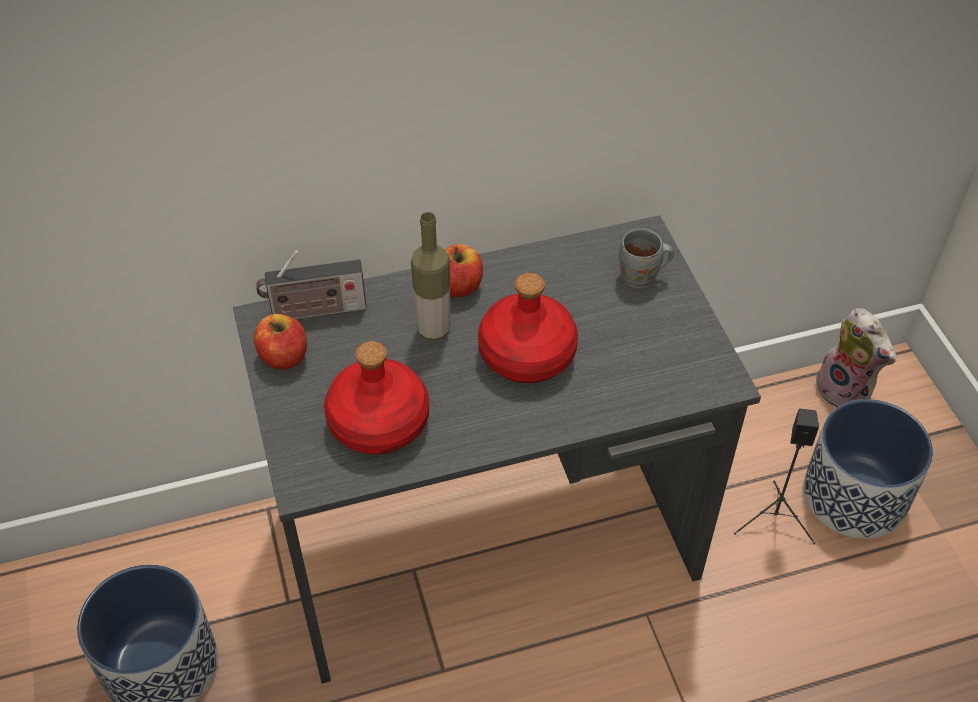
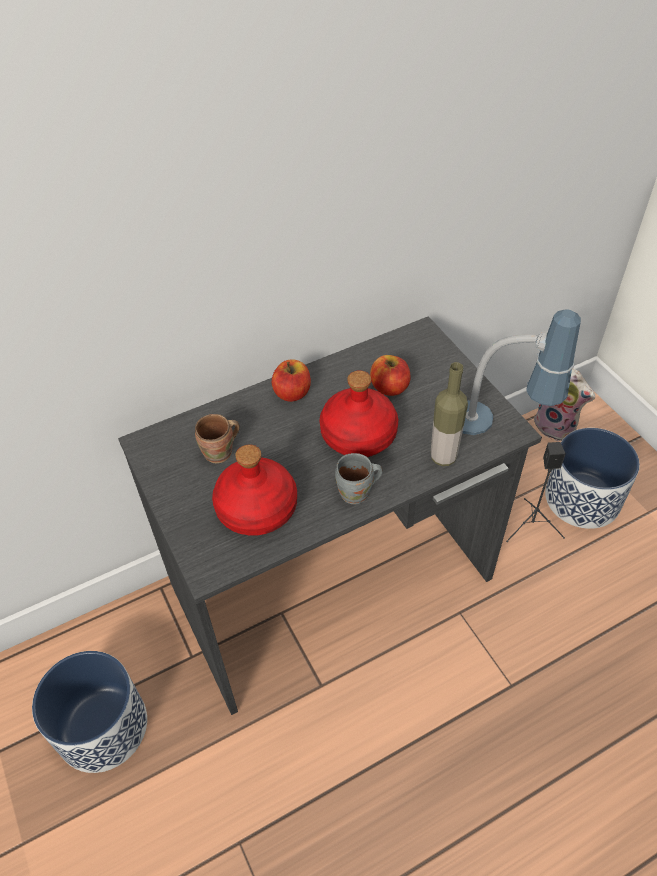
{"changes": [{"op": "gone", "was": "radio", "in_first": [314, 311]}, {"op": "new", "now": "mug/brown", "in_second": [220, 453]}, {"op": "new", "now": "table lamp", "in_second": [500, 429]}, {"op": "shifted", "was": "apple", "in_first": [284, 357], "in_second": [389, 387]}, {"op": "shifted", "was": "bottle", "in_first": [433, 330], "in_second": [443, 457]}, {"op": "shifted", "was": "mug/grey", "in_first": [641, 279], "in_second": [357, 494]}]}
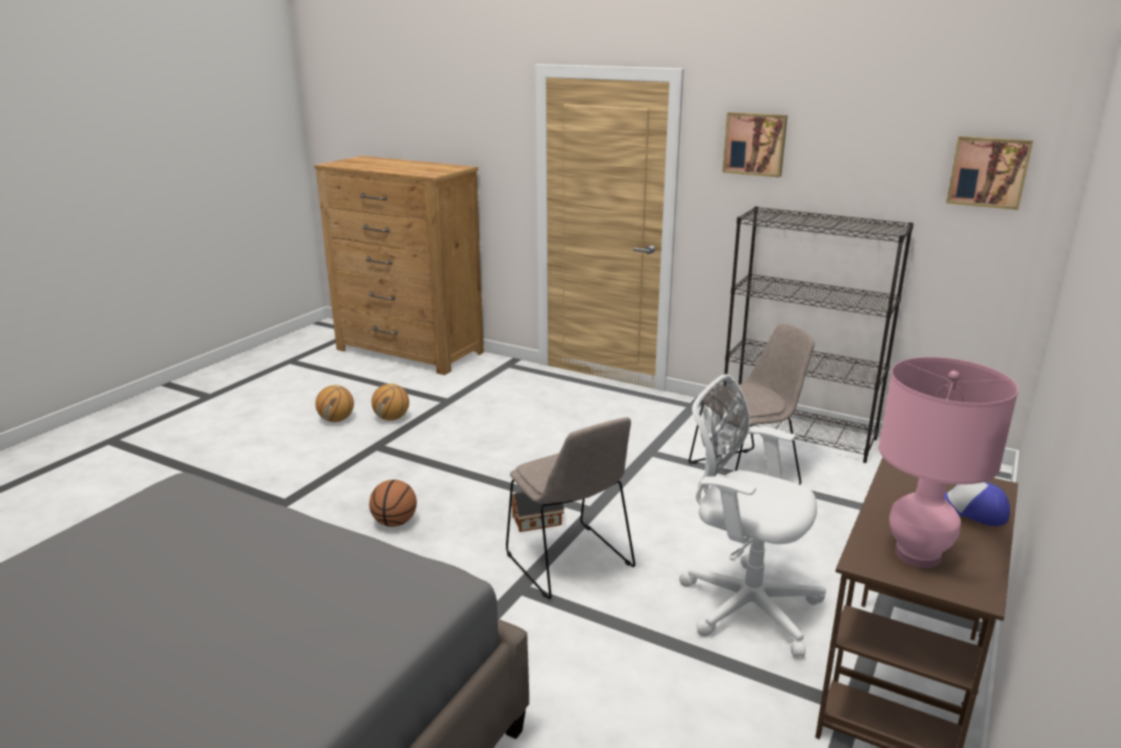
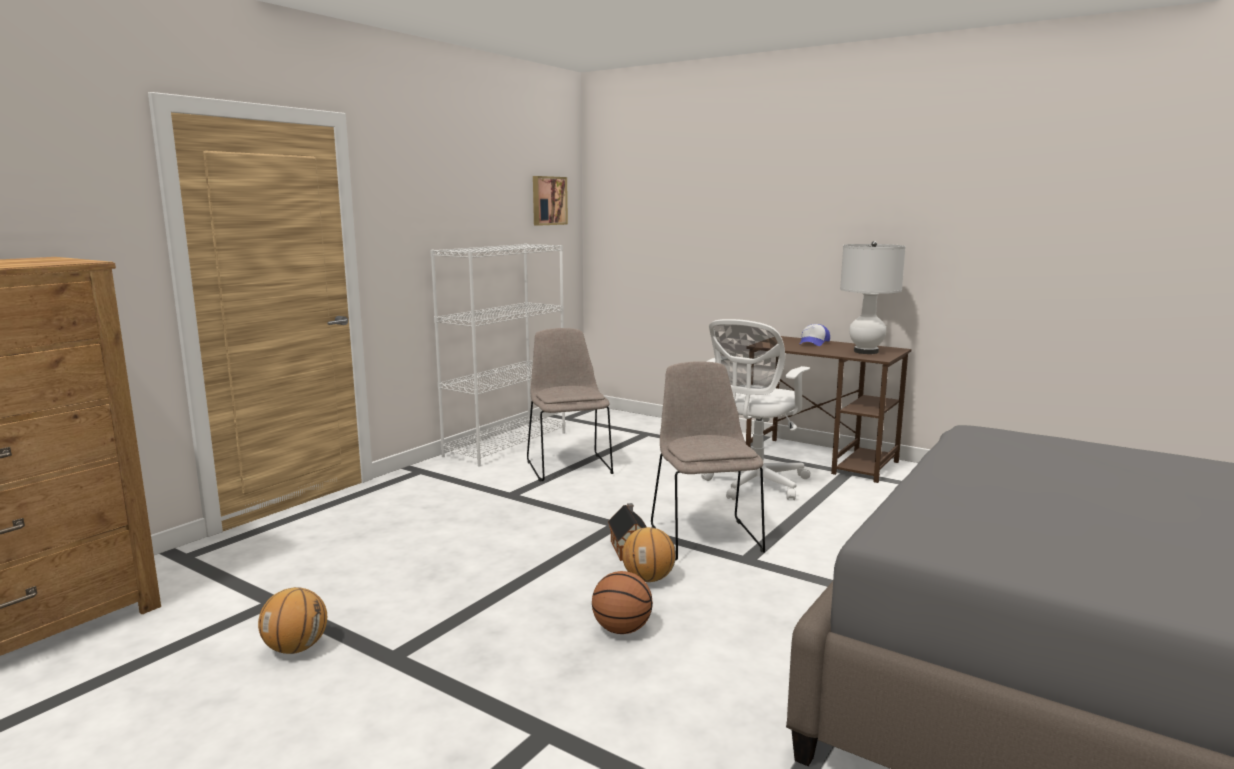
{"changes": [{"op": "gone", "was": "picture", "in_first": [755, 144]}, {"op": "shifted", "was": "basketball", "in_first": [337, 420], "in_second": [648, 579]}, {"op": "repainted", "was": "bookcase/black", "now": "bookcase/white", "in_first": [798, 434], "in_second": [506, 444]}, {"op": "repainted", "was": "table lamp/pink", "now": "table lamp/white", "in_first": [917, 555], "in_second": [865, 352]}, {"op": "rotated", "was": "chair/beige", "in_first": [571, 563], "in_second": [705, 537], "clockwise": -75}]}
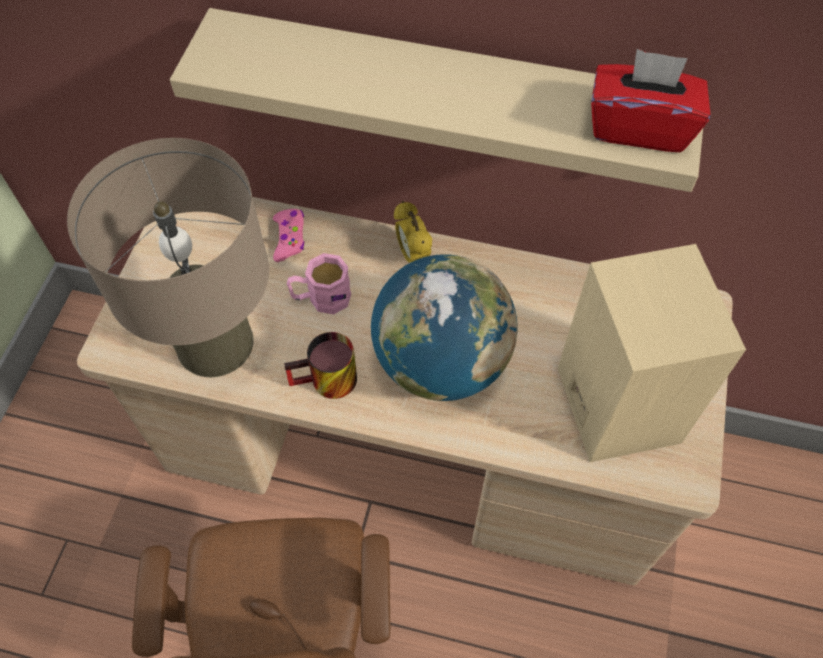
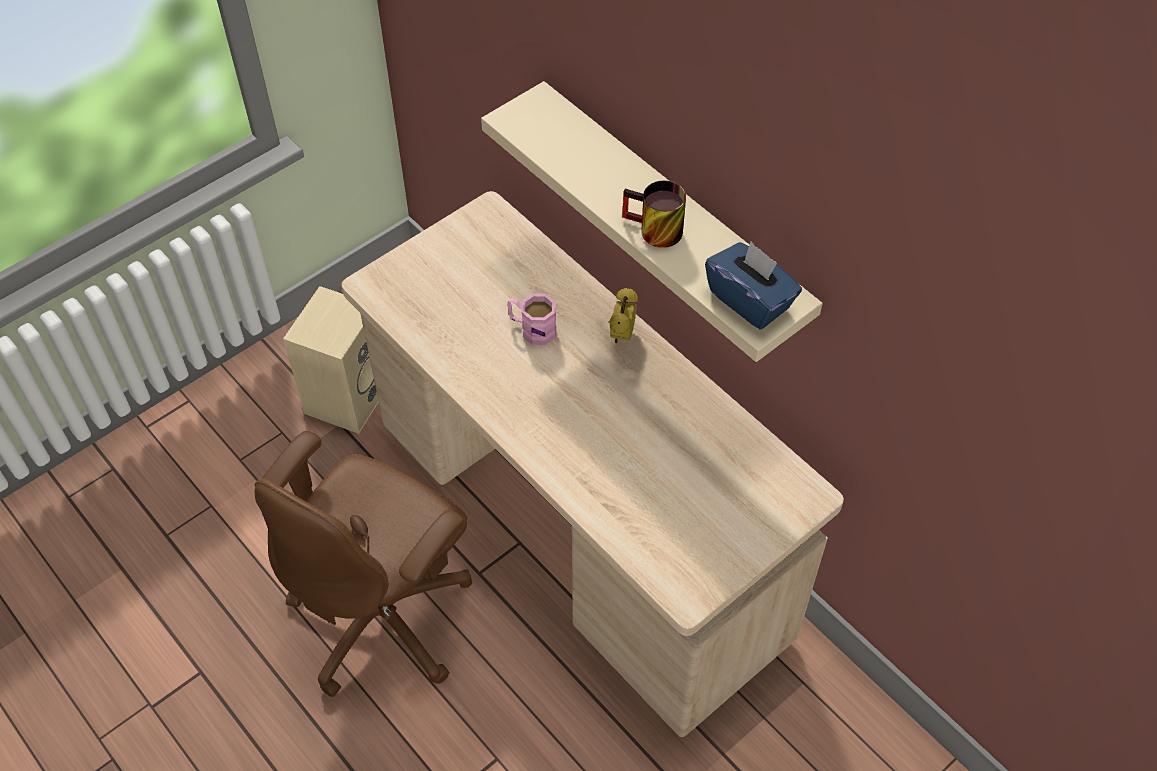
{"changes": [{"op": "gone", "was": "table lamp/beige", "in_first": [215, 343]}, {"op": "gone", "was": "game controller/pink", "in_first": [289, 238]}, {"op": "gone", "was": "globe", "in_first": [441, 362]}, {"op": "shifted", "was": "mug", "in_first": [327, 384], "in_second": [653, 232]}, {"op": "shifted", "was": "speaker/beige", "in_first": [614, 402], "in_second": [347, 395]}, {"op": "repainted", "was": "tissue box/red", "now": "tissue box/blue", "in_first": [639, 127], "in_second": [750, 300]}]}
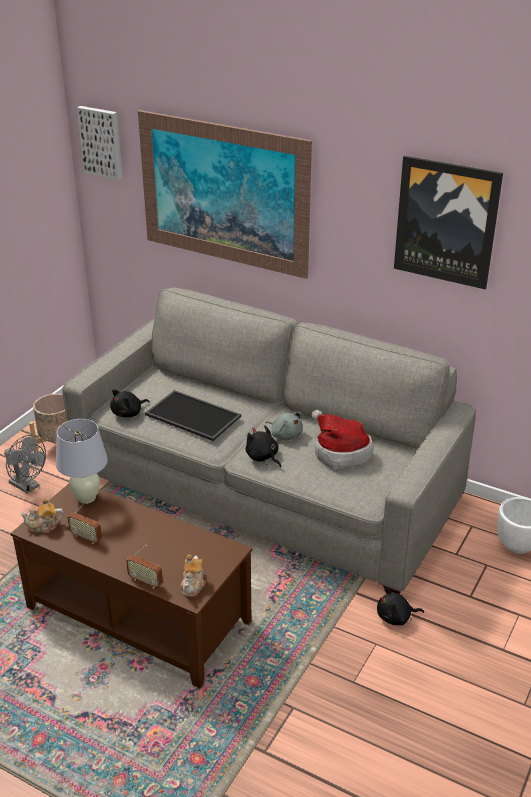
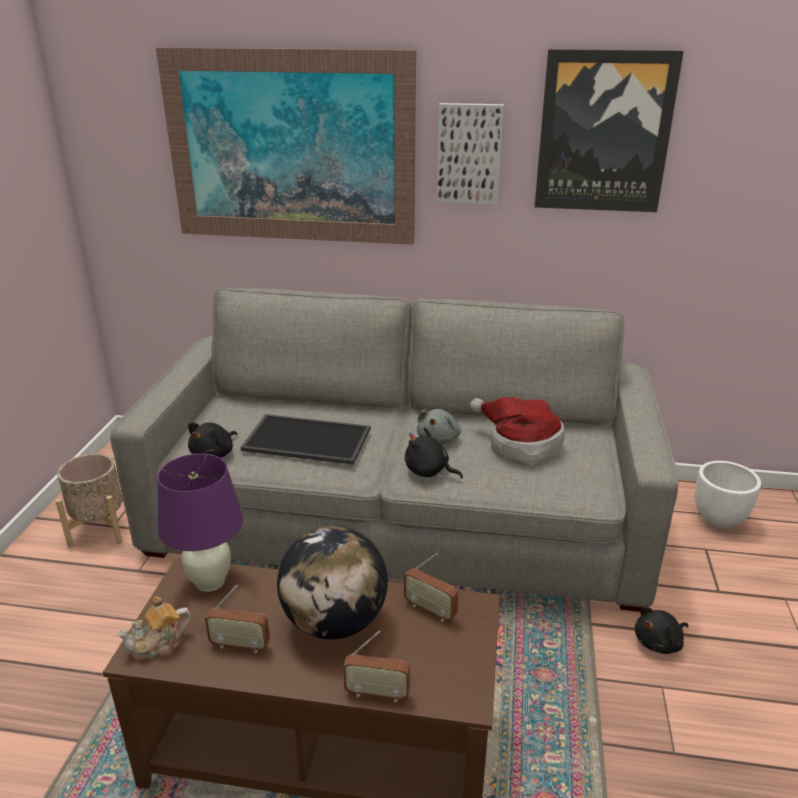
{"changes": [{"op": "gone", "was": "fan/grey", "in_first": [28, 486]}, {"op": "gone", "was": "teapot", "in_first": [193, 584]}, {"op": "new", "now": "globe", "in_second": [334, 622]}, {"op": "new", "now": "radio", "in_second": [430, 610]}, {"op": "shifted", "was": "picture", "in_first": [102, 142], "in_second": [469, 153]}, {"op": "repainted", "was": "table lamp/white", "now": "table lamp/purple", "in_first": [86, 497], "in_second": [210, 581]}, {"op": "rotated", "was": "plush toy/grey", "in_first": [285, 435], "in_second": [439, 439], "clockwise": 90}]}
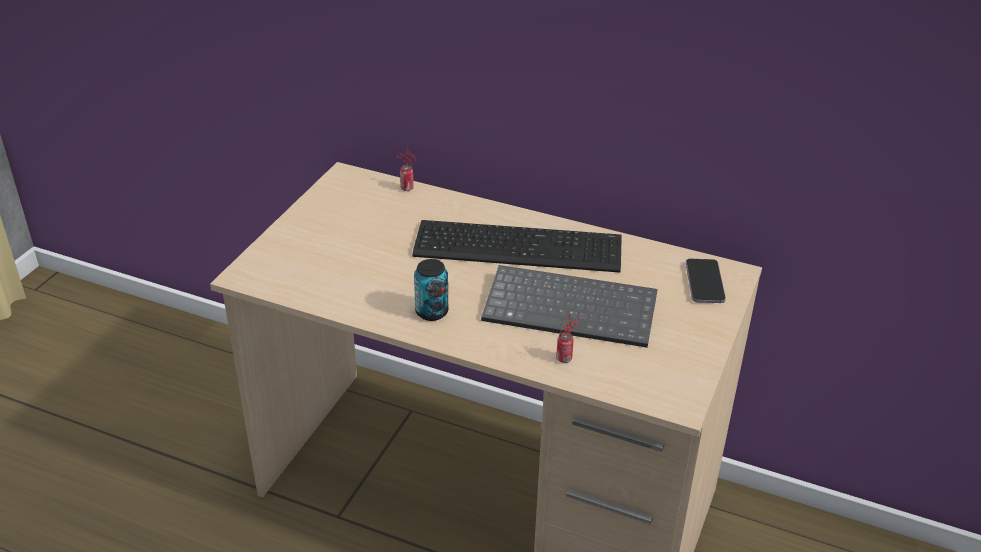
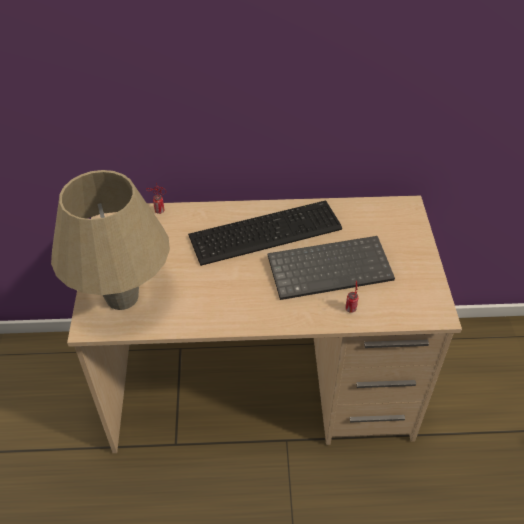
{"changes": [{"op": "gone", "was": "can", "in_first": [431, 312]}, {"op": "gone", "was": "phone", "in_first": [704, 283]}, {"op": "new", "now": "table lamp/beige", "in_second": [122, 297]}]}
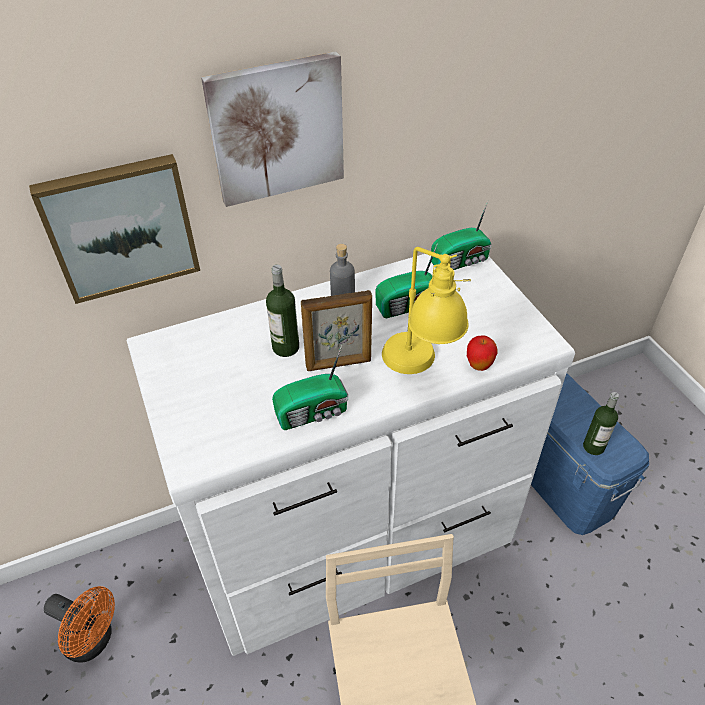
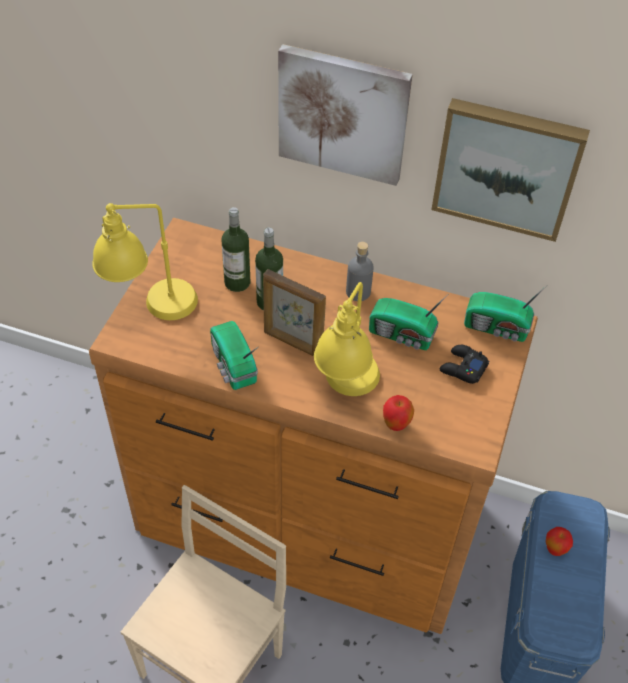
{"changes": [{"op": "gone", "was": "fan/orange", "in_first": [94, 641]}, {"op": "new", "now": "table lamp/yellow", "in_second": [151, 310]}, {"op": "new", "now": "game controller/black", "in_second": [463, 368]}, {"op": "new", "now": "apple", "in_second": [555, 549]}, {"op": "shifted", "was": "picture", "in_first": [120, 227], "in_second": [507, 167]}, {"op": "shifted", "was": "bottle", "in_first": [593, 447], "in_second": [237, 282]}, {"op": "repainted", "was": "dresser/white", "now": "dresser/brown", "in_first": [355, 535], "in_second": [308, 520]}, {"op": "rotated", "was": "radio", "in_first": [314, 413], "in_second": [233, 366], "clockwise": 45}]}
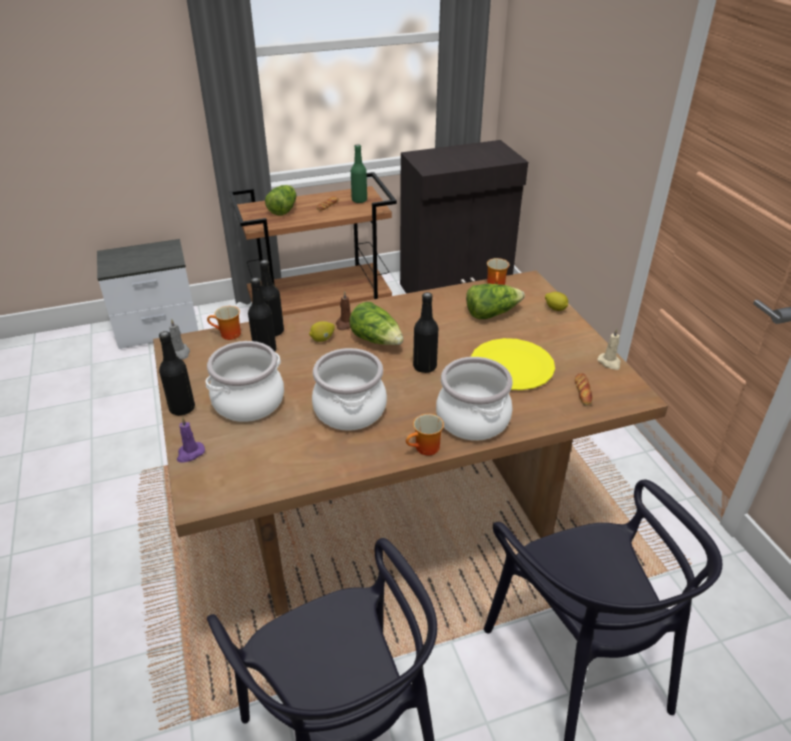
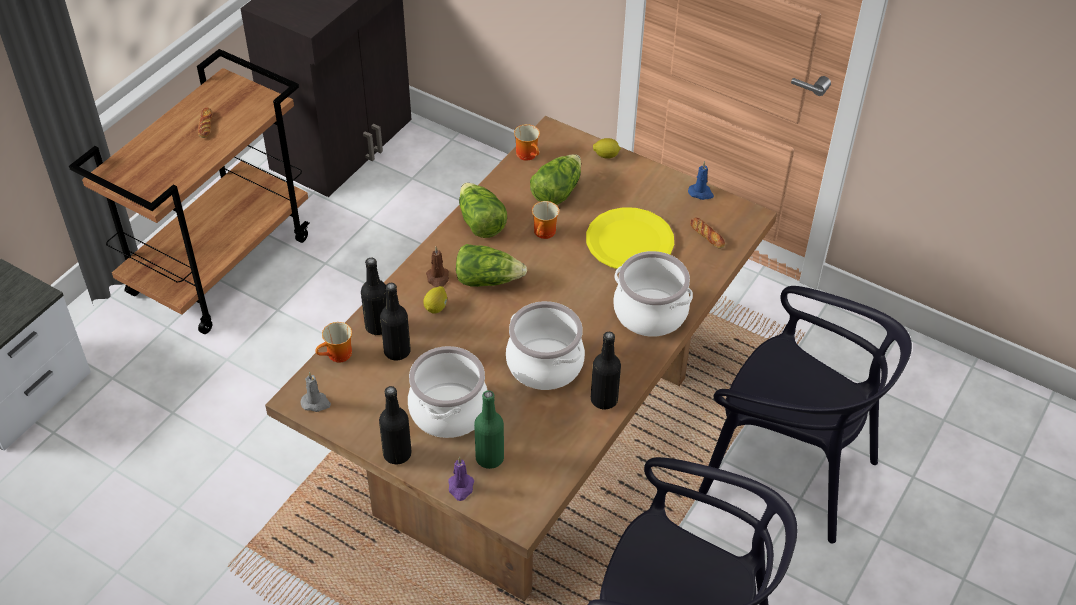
{"changes": [{"op": "shifted", "was": "lettuce", "in_first": [283, 209], "in_second": [480, 222]}, {"op": "shifted", "was": "bottle/green", "in_first": [359, 200], "in_second": [489, 458]}, {"op": "shifted", "was": "mug", "in_first": [426, 449], "in_second": [545, 233]}, {"op": "shifted", "was": "bottle/black", "in_first": [425, 367], "in_second": [604, 400]}, {"op": "repainted", "was": "candle/beige", "now": "candle/blue", "in_first": [609, 362], "in_second": [701, 193]}]}
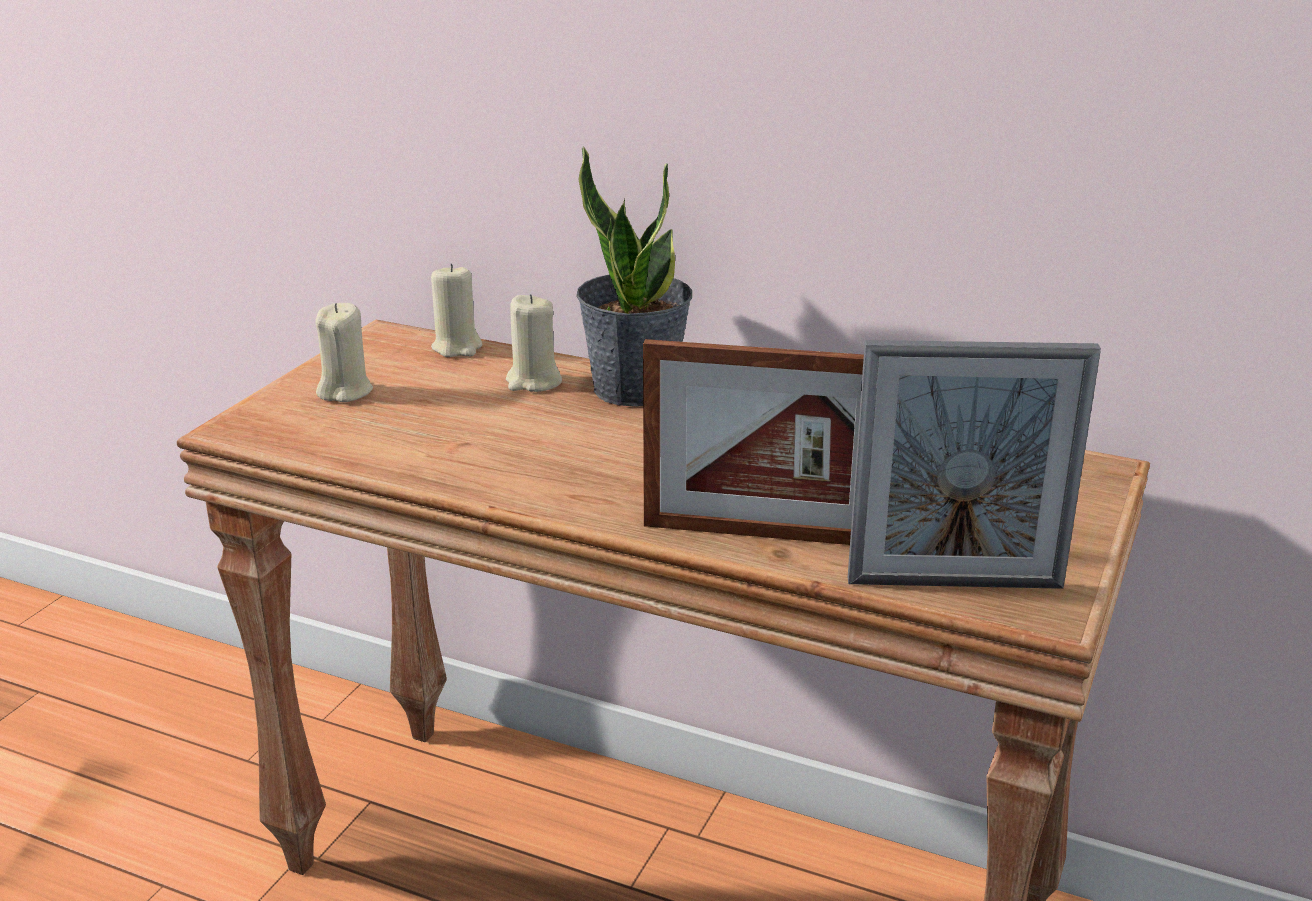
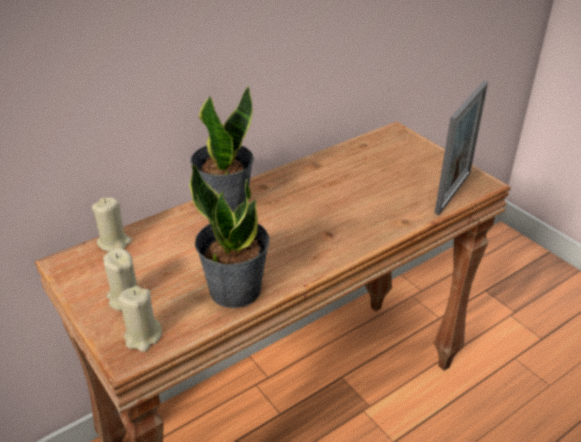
{"changes": [{"op": "gone", "was": "picture frame", "in_first": [765, 534]}, {"op": "new", "now": "potted plant", "in_second": [235, 289]}, {"op": "shifted", "was": "candle/beige", "in_first": [533, 382], "in_second": [143, 337]}]}
